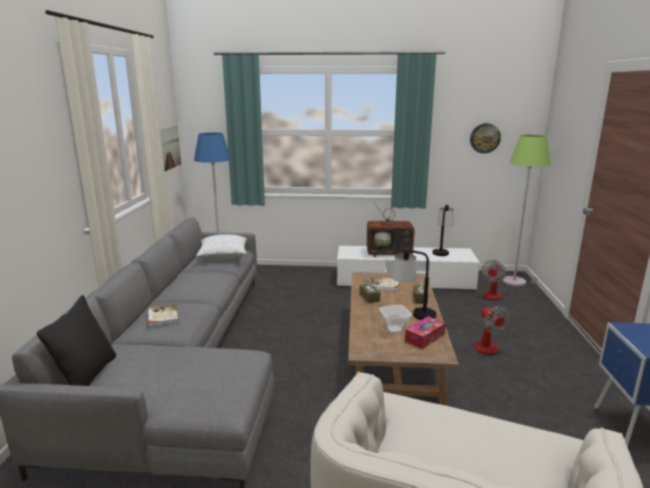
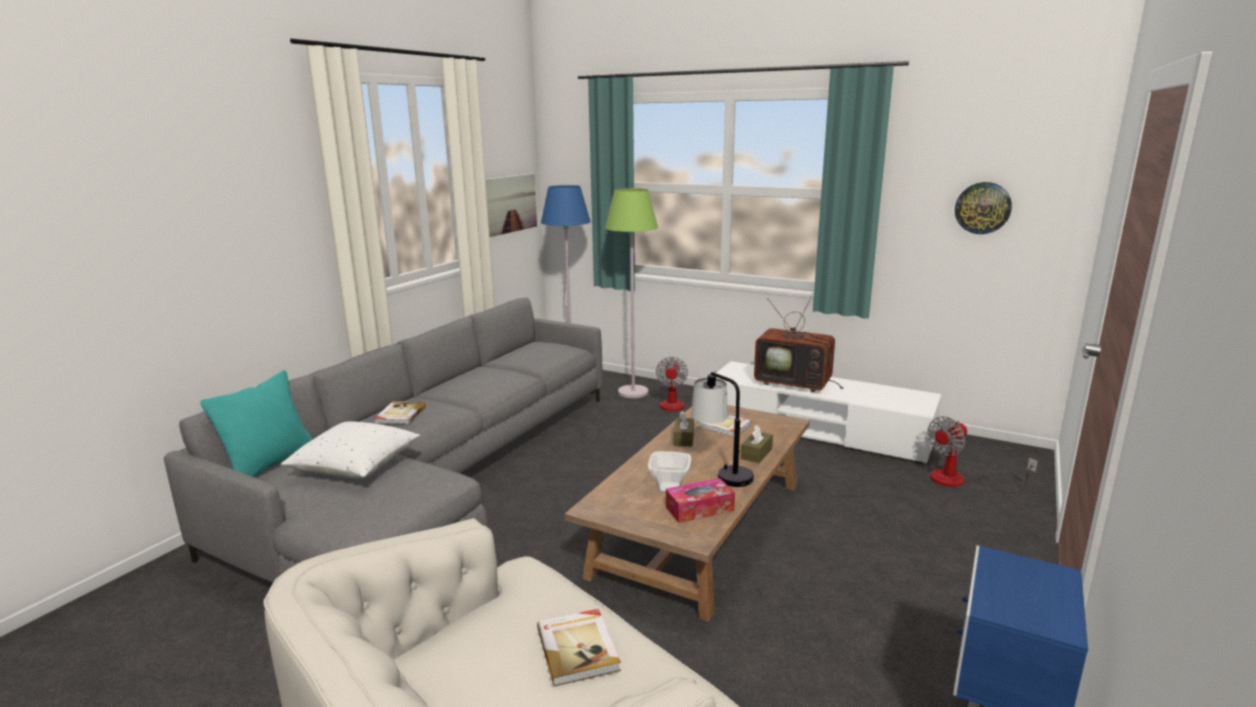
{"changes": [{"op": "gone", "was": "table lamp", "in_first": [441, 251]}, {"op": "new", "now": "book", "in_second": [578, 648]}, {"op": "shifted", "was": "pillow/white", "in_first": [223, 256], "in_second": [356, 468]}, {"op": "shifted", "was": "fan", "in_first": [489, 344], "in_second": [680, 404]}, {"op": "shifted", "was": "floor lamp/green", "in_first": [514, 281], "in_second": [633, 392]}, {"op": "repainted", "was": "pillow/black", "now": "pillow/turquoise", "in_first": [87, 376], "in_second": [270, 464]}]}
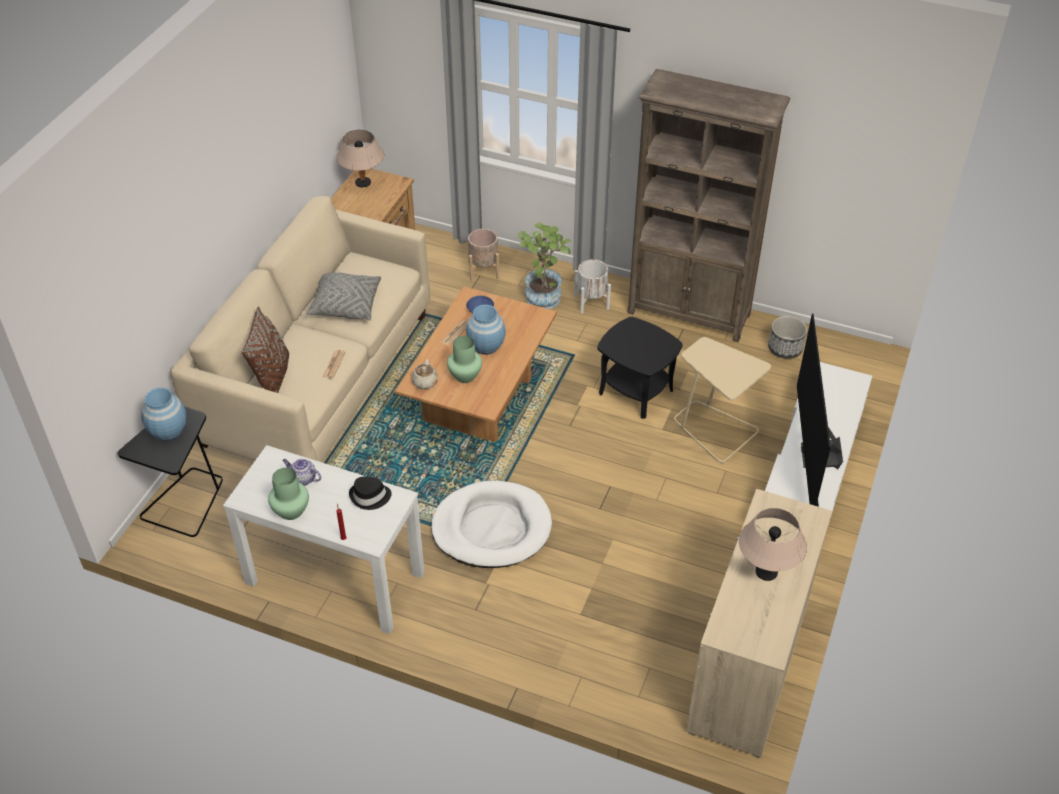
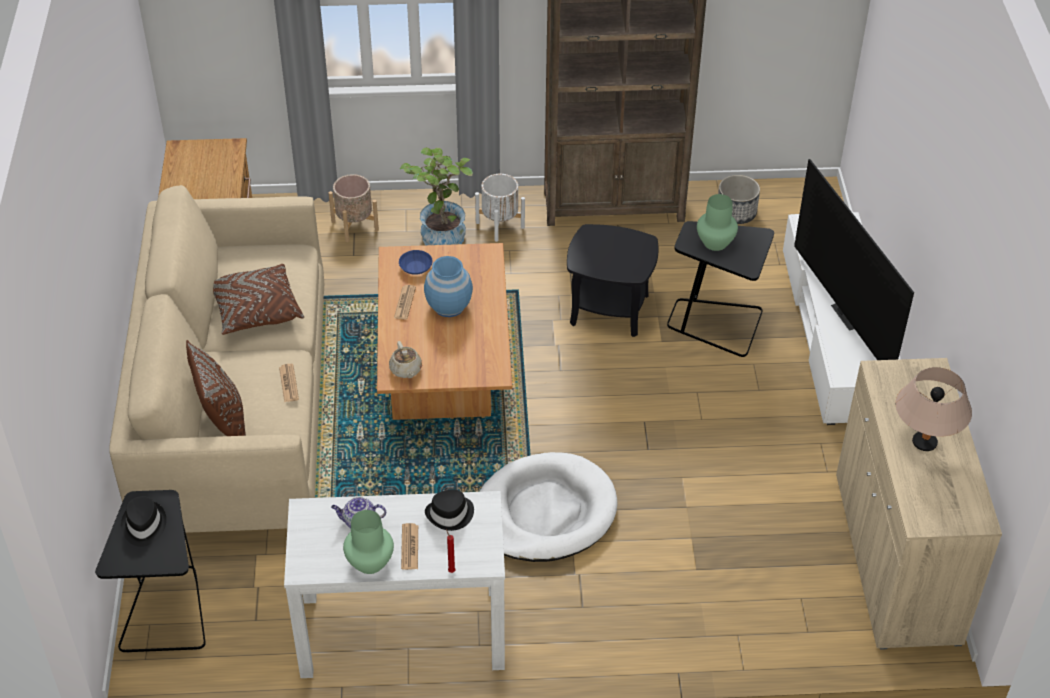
{"changes": [{"op": "gone", "was": "table lamp/beige", "in_first": [363, 183]}, {"op": "new", "now": "newspaper", "in_second": [409, 547]}, {"op": "shifted", "was": "vase/green", "in_first": [465, 375], "in_second": [715, 242]}, {"op": "swapped", "was": "vase/blue", "now": "hat/black", "in_first": [168, 430], "in_second": [143, 525]}, {"op": "repainted", "was": "pillow/grey", "now": "pillow/brown", "in_first": [345, 305], "in_second": [256, 310]}, {"op": "repainted", "was": "side table/beige", "now": "side table/black", "in_first": [714, 430], "in_second": [715, 324]}]}
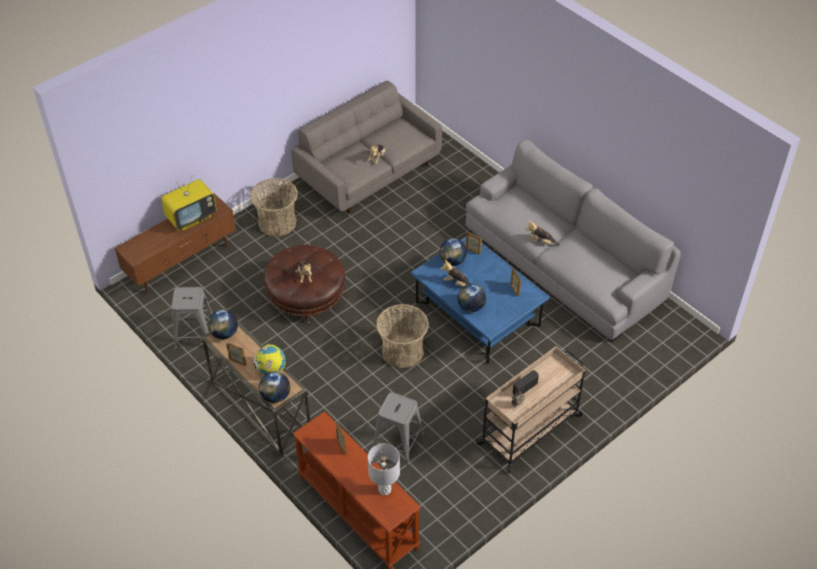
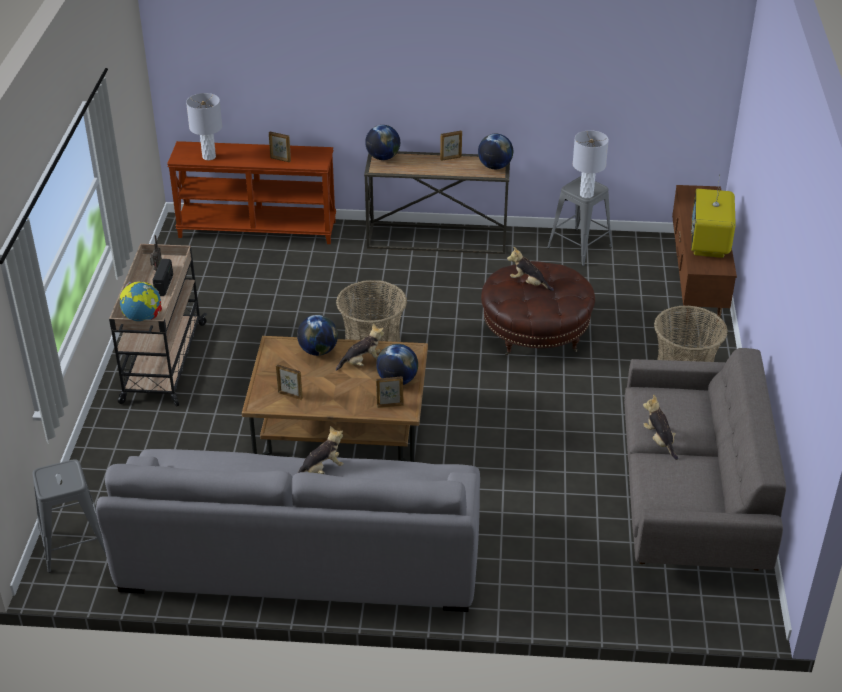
{"changes": [{"op": "new", "now": "table lamp/grey", "in_second": [586, 194]}, {"op": "shifted", "was": "globe", "in_first": [271, 370], "in_second": [143, 319]}, {"op": "shifted", "was": "stool/grey", "in_first": [398, 442], "in_second": [74, 543]}, {"op": "repainted", "was": "coffee table/blue", "now": "coffee table/brown", "in_first": [477, 313], "in_second": [340, 428]}]}
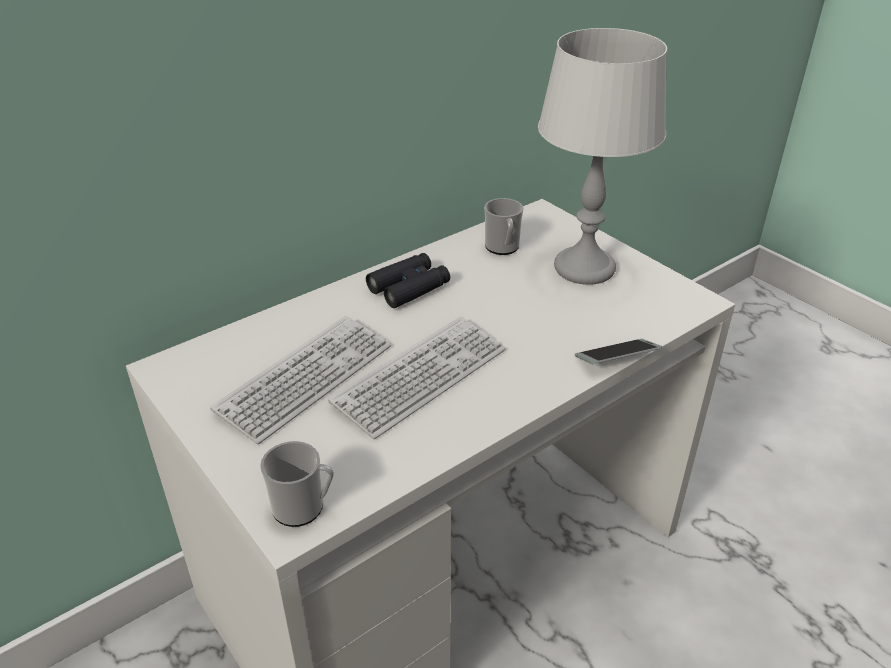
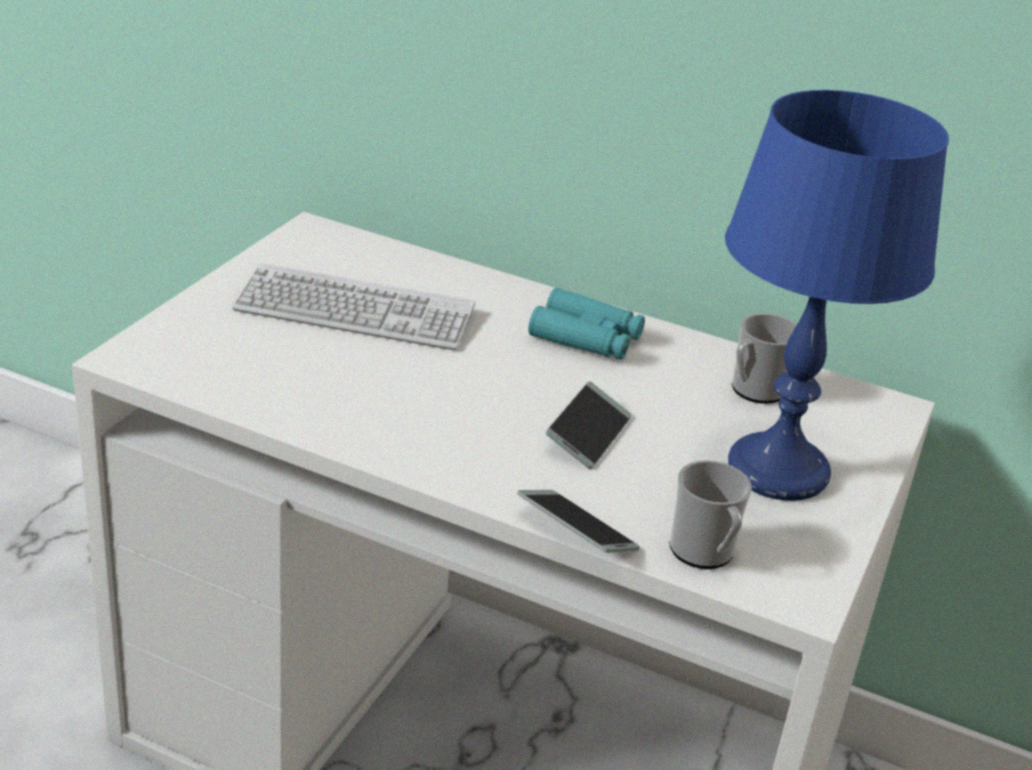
{"changes": [{"op": "gone", "was": "keyboard", "in_first": [420, 377]}, {"op": "new", "now": "phone", "in_second": [588, 435]}, {"op": "shifted", "was": "mug", "in_first": [304, 508], "in_second": [705, 553]}, {"op": "repainted", "was": "binoculars/black", "now": "binoculars/turquoise", "in_first": [409, 287], "in_second": [586, 337]}, {"op": "repainted", "was": "table lamp/grey", "now": "table lamp/blue", "in_first": [585, 268], "in_second": [777, 471]}]}
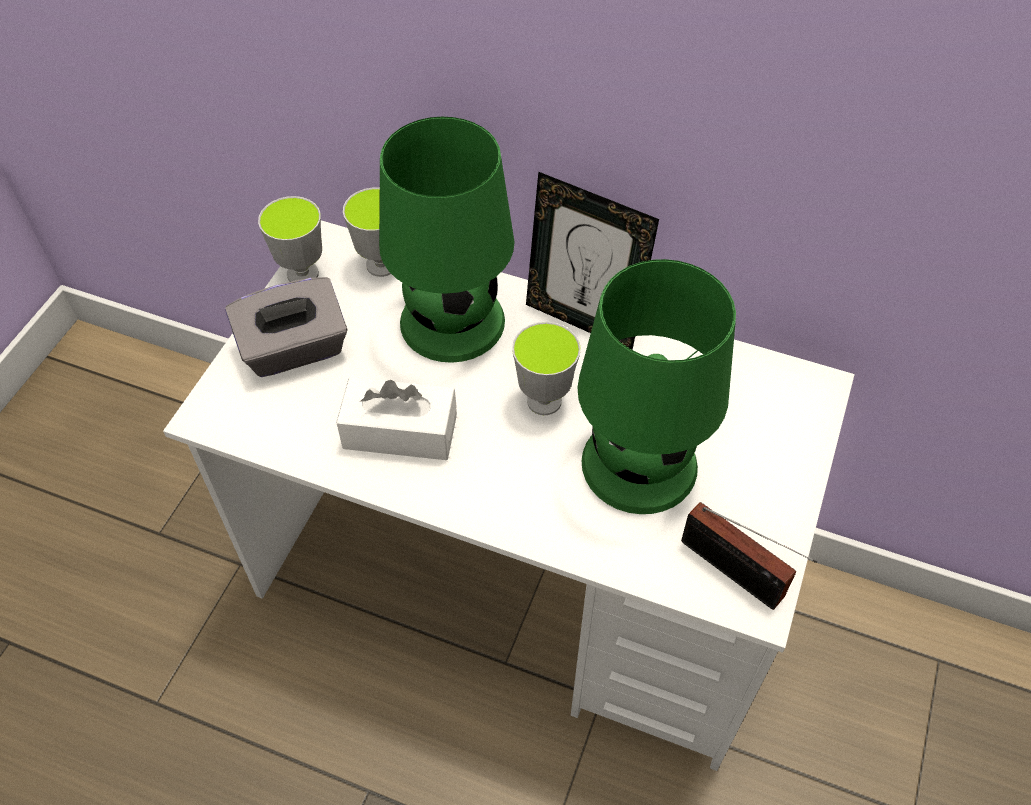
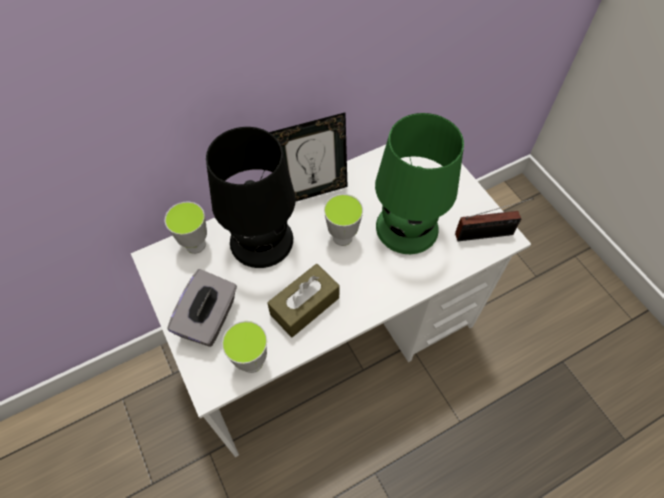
{"changes": [{"op": "shifted", "was": "cup", "in_first": [302, 274], "in_second": [252, 362]}, {"op": "repainted", "was": "tissue box/white", "now": "tissue box/brown", "in_first": [400, 431], "in_second": [305, 306]}, {"op": "repainted", "was": "table lamp/green", "now": "table lamp/black", "in_first": [453, 321], "in_second": [262, 240]}]}
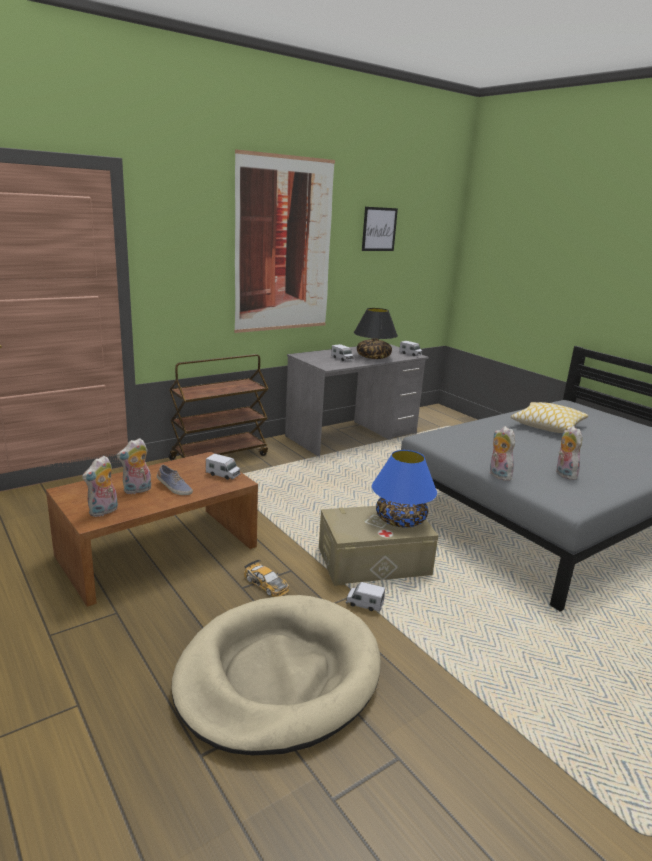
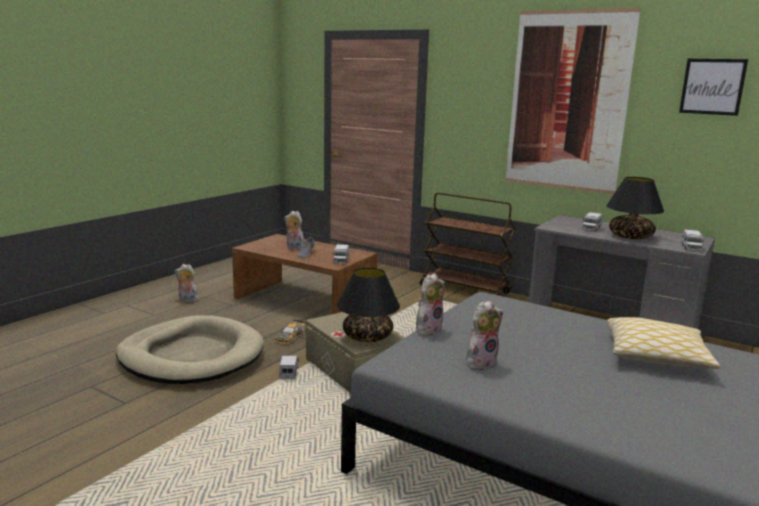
{"changes": [{"op": "shifted", "was": "plush toy", "in_first": [103, 512], "in_second": [187, 300]}, {"op": "repainted", "was": "table lamp/blue", "now": "table lamp/black", "in_first": [401, 520], "in_second": [367, 337]}]}
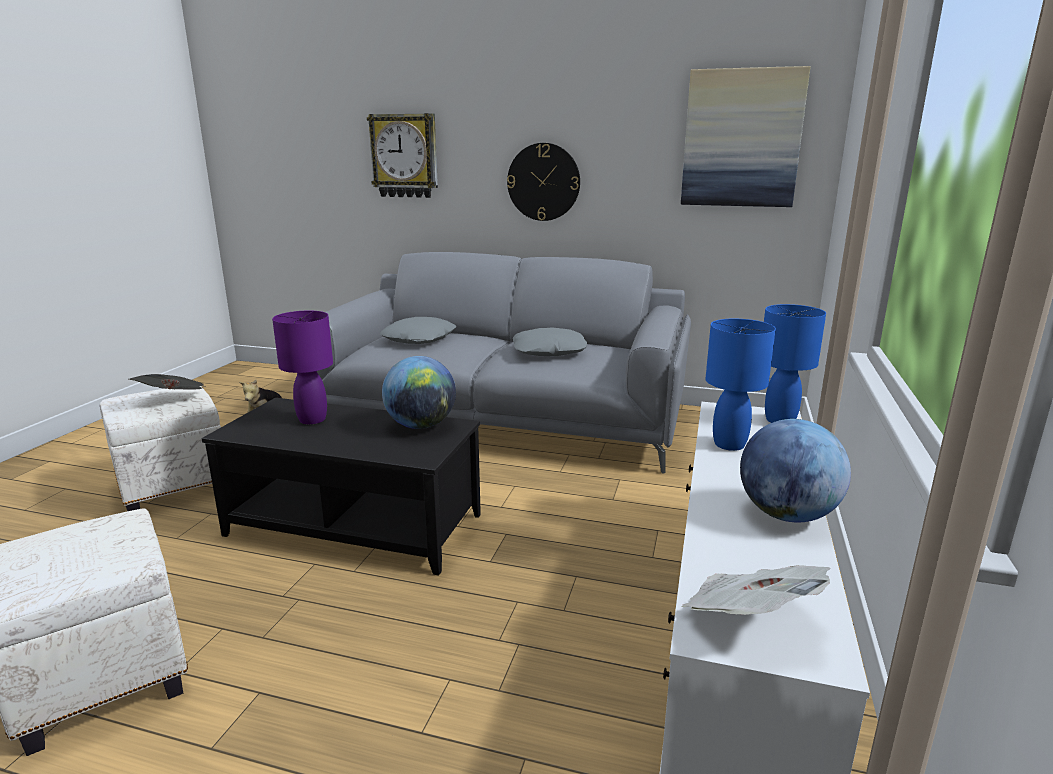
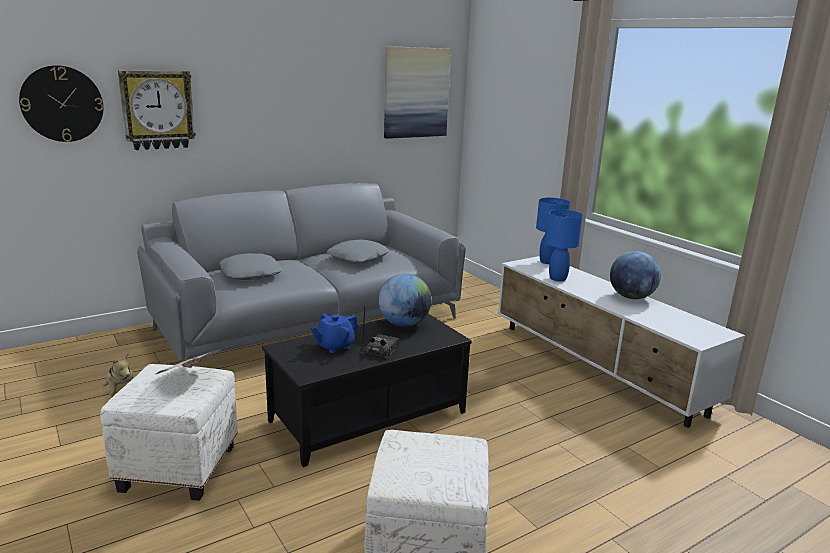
{"changes": [{"op": "gone", "was": "newspaper", "in_first": [748, 617]}, {"op": "new", "now": "radio", "in_second": [379, 351]}, {"op": "shifted", "was": "wall clock", "in_first": [543, 182], "in_second": [62, 104]}, {"op": "swapped", "was": "table lamp/purple", "now": "teapot/blue", "in_first": [313, 419], "in_second": [334, 346]}]}
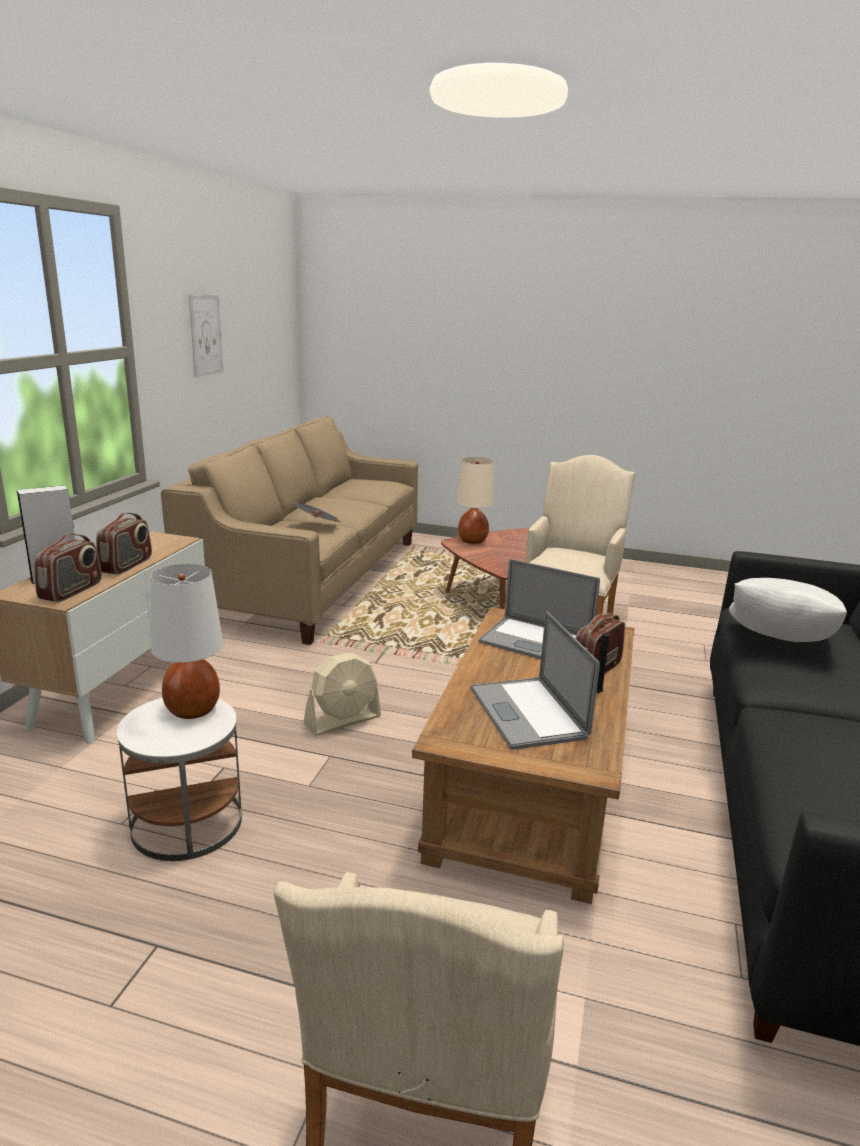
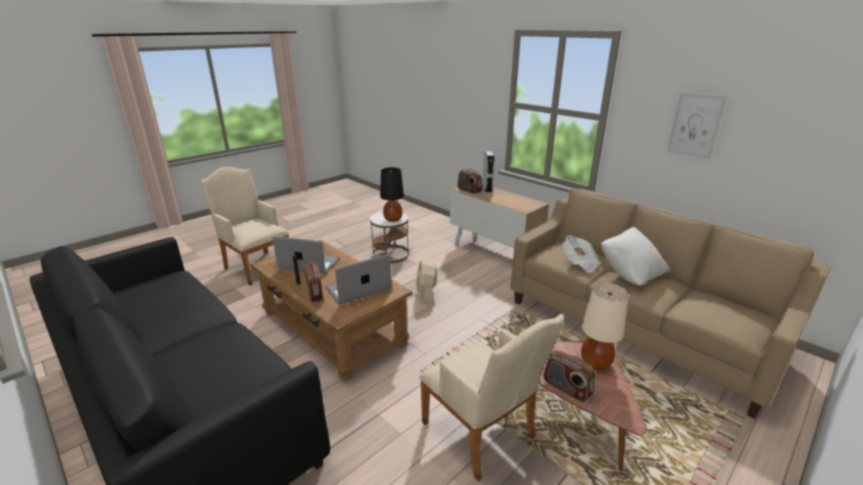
{"changes": [{"op": "shifted", "was": "radio", "in_first": [127, 565], "in_second": [567, 388]}, {"op": "shifted", "was": "pillow/white", "in_first": [776, 643], "in_second": [630, 274]}, {"op": "repainted", "was": "table lamp/white", "now": "table lamp/black", "in_first": [192, 710], "in_second": [393, 219]}]}
